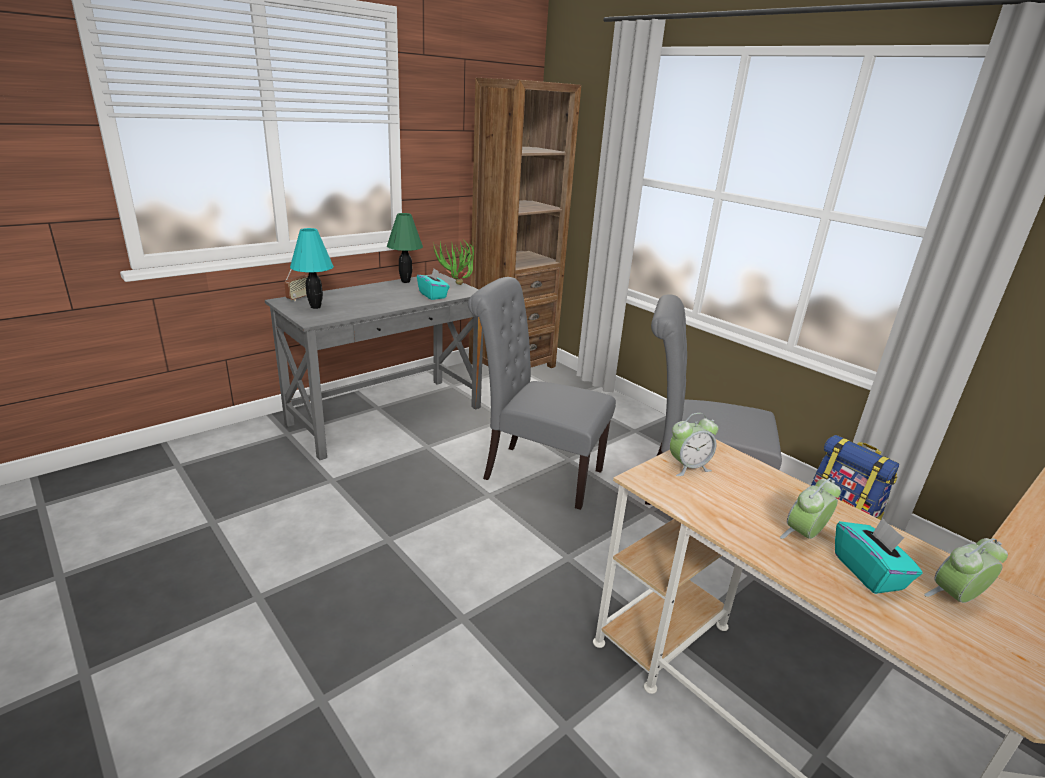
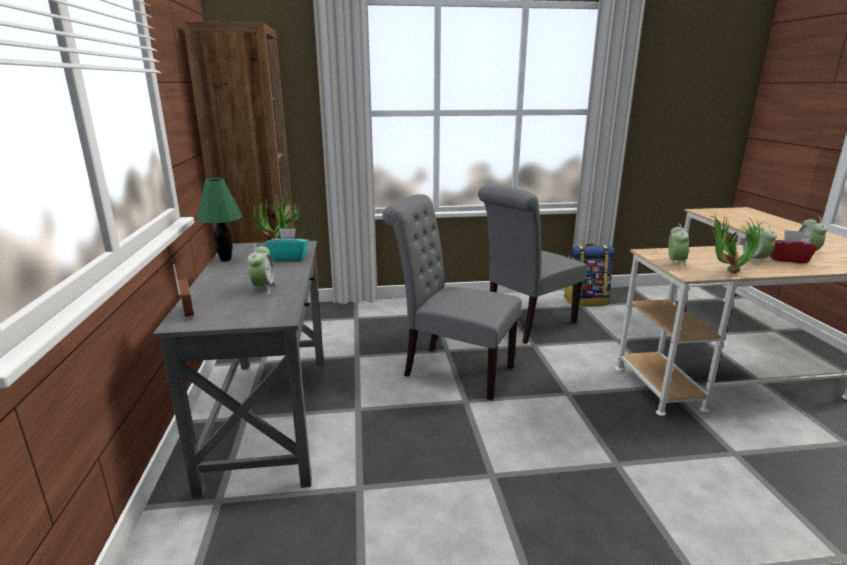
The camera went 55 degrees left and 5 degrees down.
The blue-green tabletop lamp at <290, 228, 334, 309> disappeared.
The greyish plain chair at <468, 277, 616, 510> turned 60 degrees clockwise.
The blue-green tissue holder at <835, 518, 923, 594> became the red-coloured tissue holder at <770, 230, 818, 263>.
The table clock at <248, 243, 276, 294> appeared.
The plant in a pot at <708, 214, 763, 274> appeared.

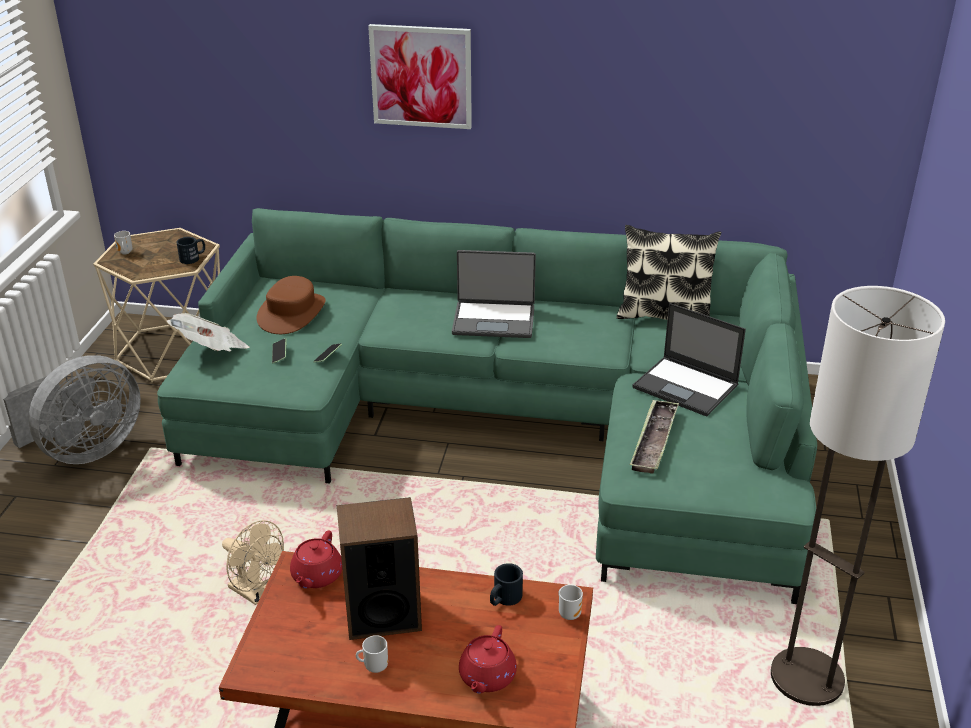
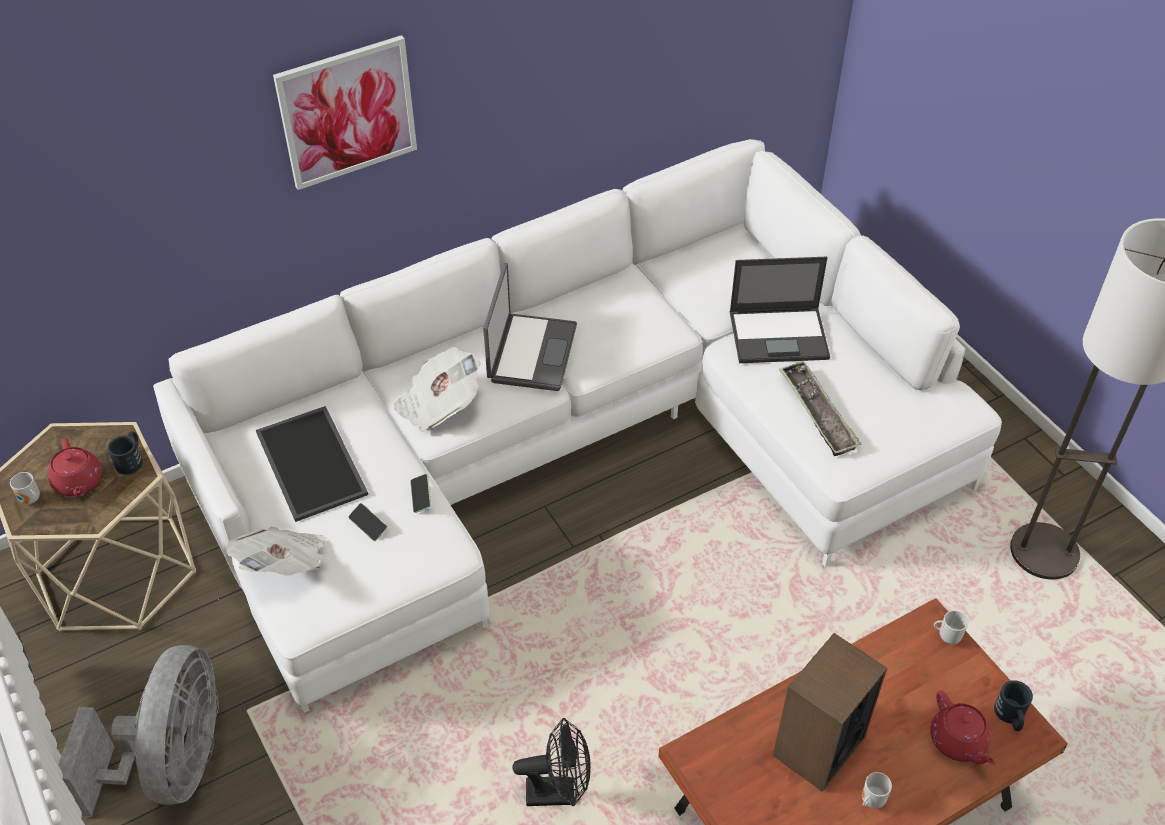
The camera went 40 degrees left and 15 degrees up.
The greenish couch at <157, 208, 817, 604> became the white couch at <153, 139, 1002, 713>.
The beige-coloured cooling fan at <222, 520, 284, 605> became the black-coloured cooling fan at <512, 718, 591, 806>.
The brownish hat at <256, 276, 326, 334> was replaced by the tray at <256, 406, 368, 522>.
The red-coloured teapot moved from <290, 531, 342, 588> to <48, 439, 102, 497>.
The laptop at <452, 250, 536, 338> turned 45 degrees counterclockwise.
The black-coloured coffee mug moved from <490, 563, 523, 606> to <994, 680, 1033, 731>.
The pillow at <616, 225, 721, 320> disappeared.
The newspaper at <394, 347, 481, 432> appeared.

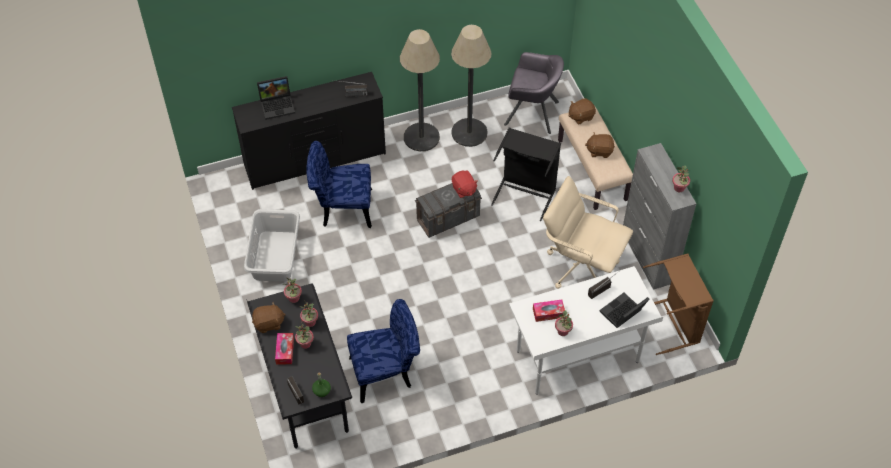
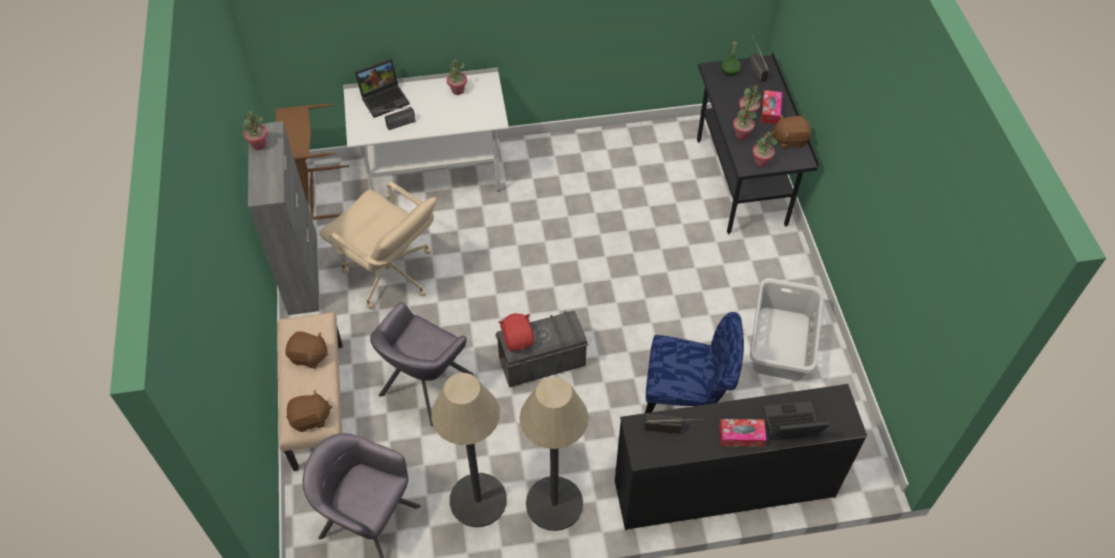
The camera went 170 degrees left and 0 degrees up.
The bluish plain chair at <347, 299, 420, 403> disappeared.
The black-coloured laundry basket at <491, 127, 561, 221> was replaced by the greyish easy chair at <370, 302, 473, 427>.
The tissue holder moved from <533, 300, 565, 322> to <719, 419, 766, 447>.

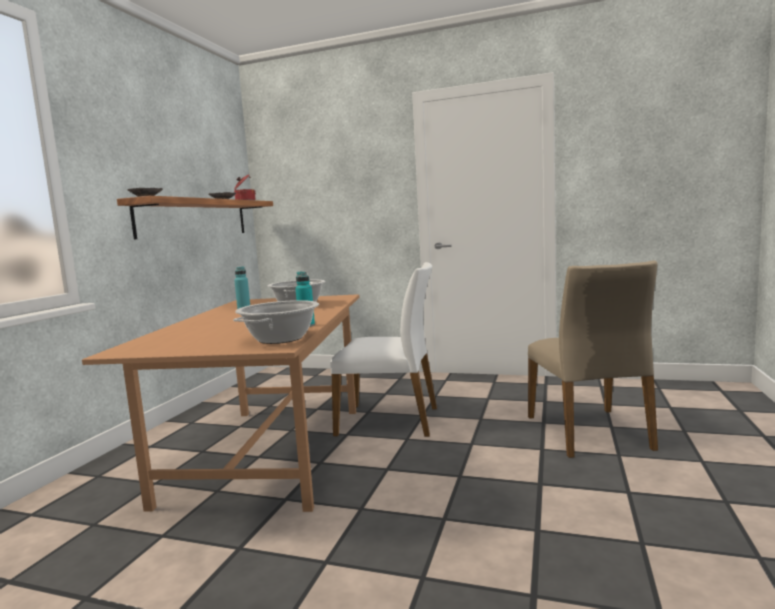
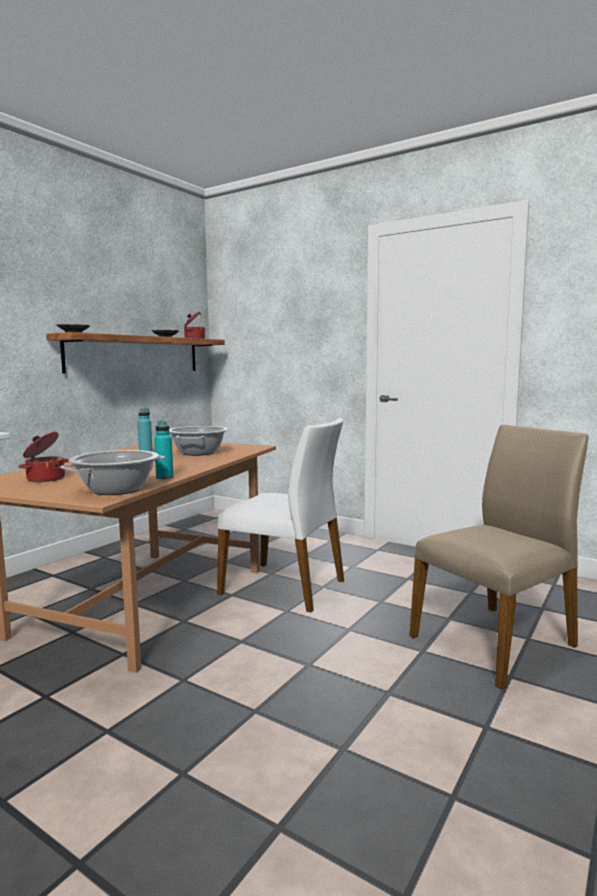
The camera went 15 degrees right and 0 degrees up.
The beige-coloured plain chair at <528, 260, 658, 458> turned 135 degrees counterclockwise.
The saucepot at <18, 432, 69, 482> appeared.

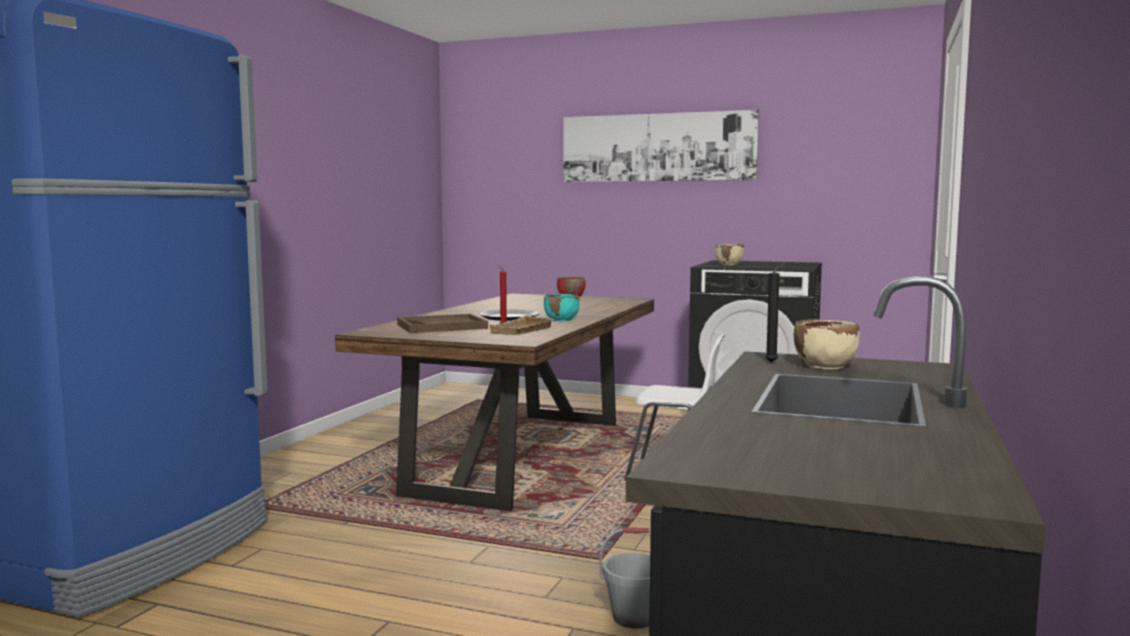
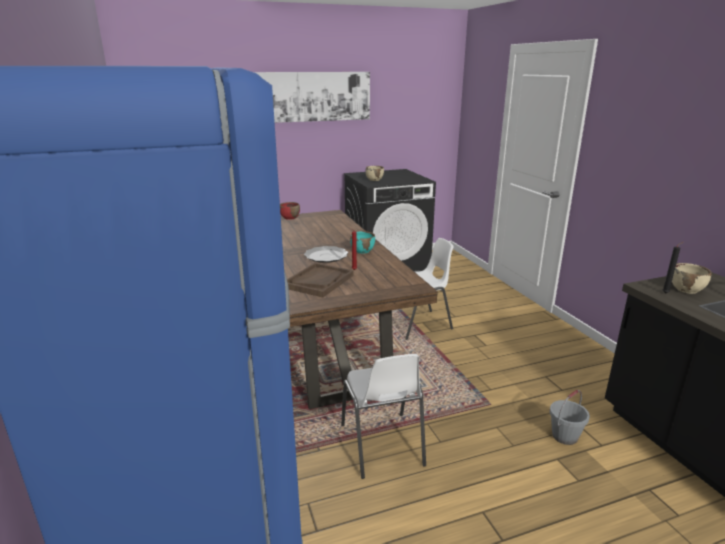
The camera went 40 degrees left and 15 degrees up.
The beige-coloured tray at <490, 315, 555, 335> disappeared.
The white plain chair at <341, 354, 426, 479> appeared.

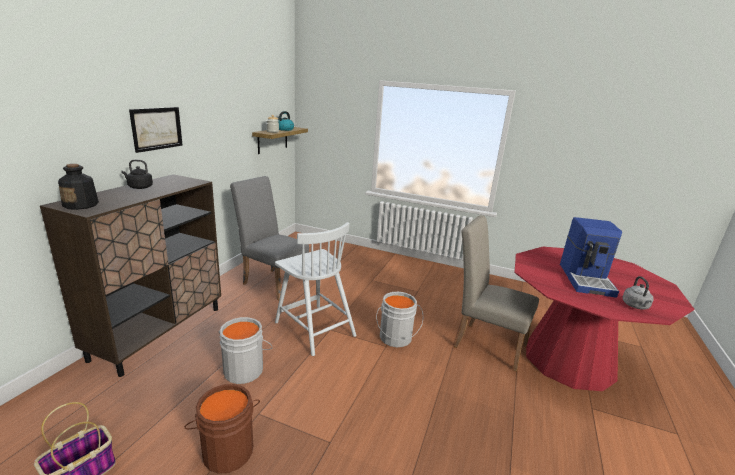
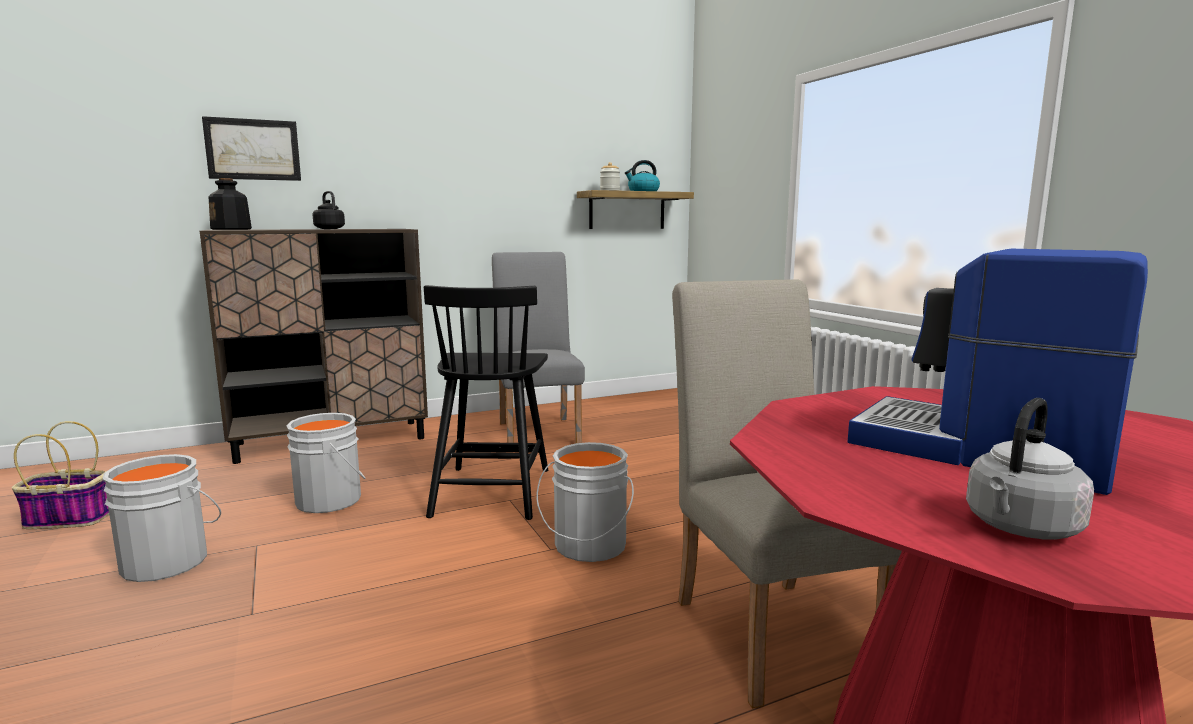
The camera went 45 degrees right and 10 degrees down.
The wall picture moved from <129, 107, 183, 153> to <202, 116, 301, 181>.
The brownish pail at <184, 384, 260, 474> became the greyish pail at <102, 454, 221, 582>.
The white plain chair at <275, 222, 356, 356> became the black-coloured plain chair at <424, 285, 548, 520>.
The coffee maker at <560, 217, 622, 298> turned 75 degrees clockwise.

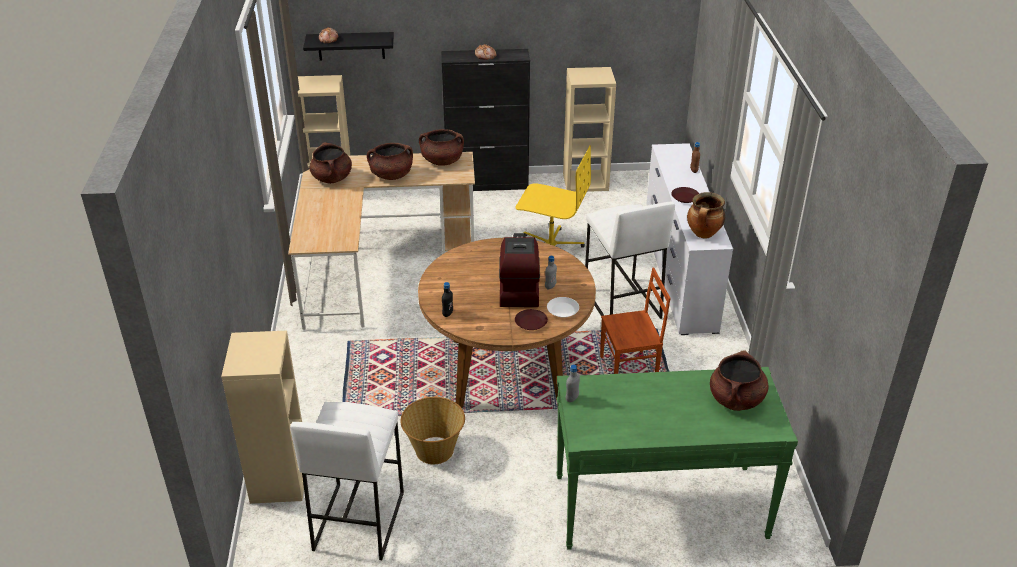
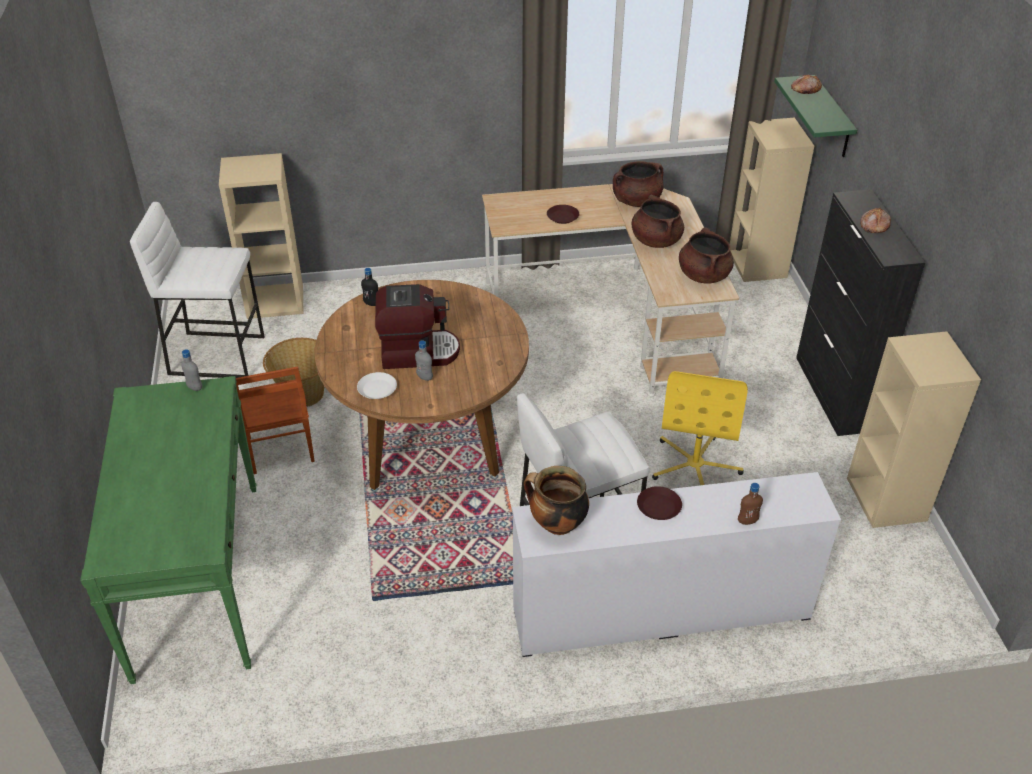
The camera went 85 degrees right and 5 degrees up.
The black-coloured shelf at <303, 32, 394, 61> became the greenish shelf at <774, 75, 857, 157>.
The brownish flat dish moved from <515, 309, 548, 330> to <547, 205, 579, 224>.
The brownish plain chair moved from <600, 268, 671, 374> to <236, 367, 315, 474>.
The brownish saucepot at <710, 350, 769, 411> disappeared.

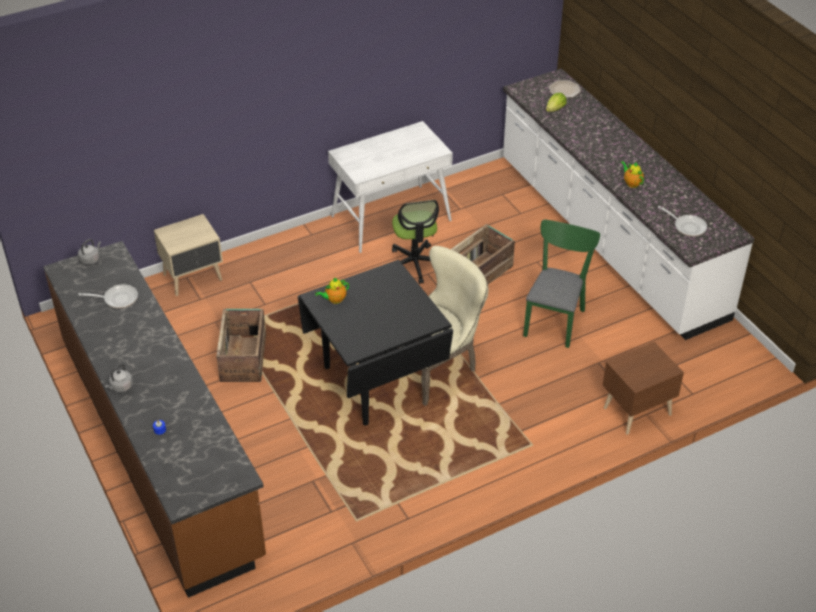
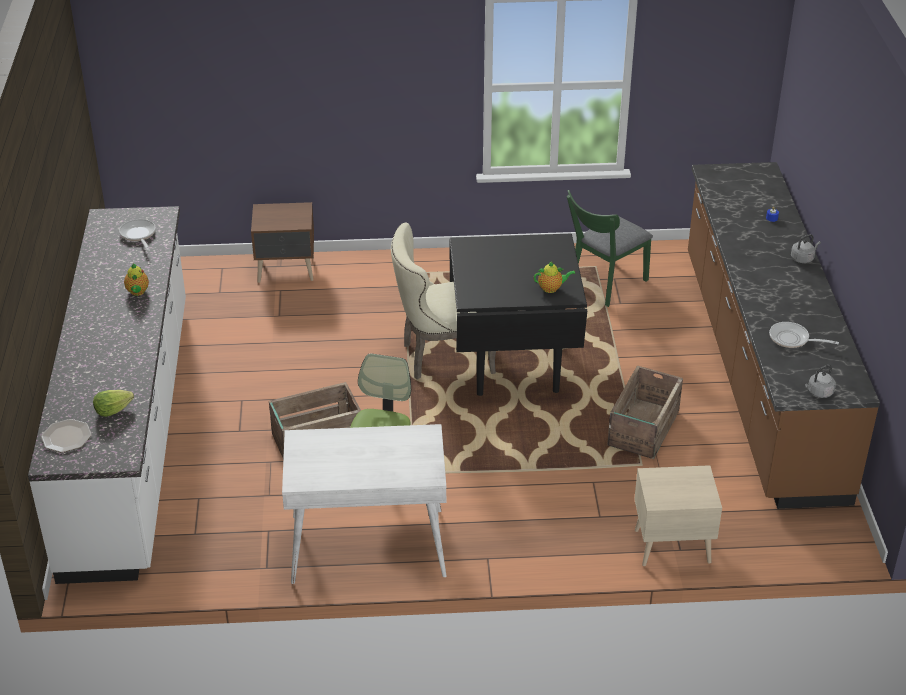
The camera went 155 degrees left and 5 degrees down.
The greenish plain chair moved from <523, 220, 600, 348> to <567, 190, 653, 307>.

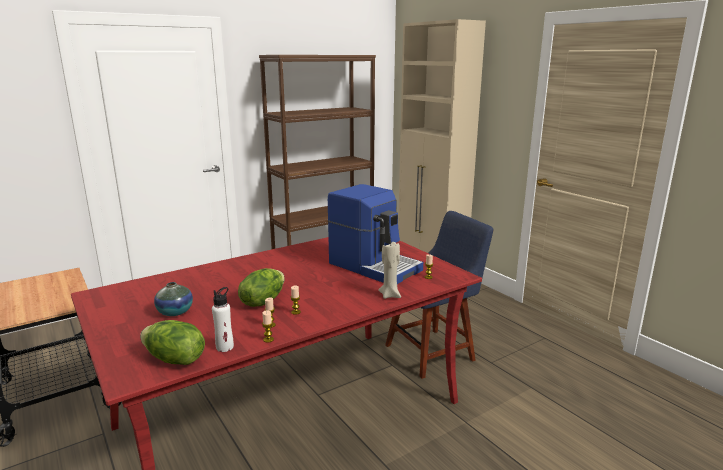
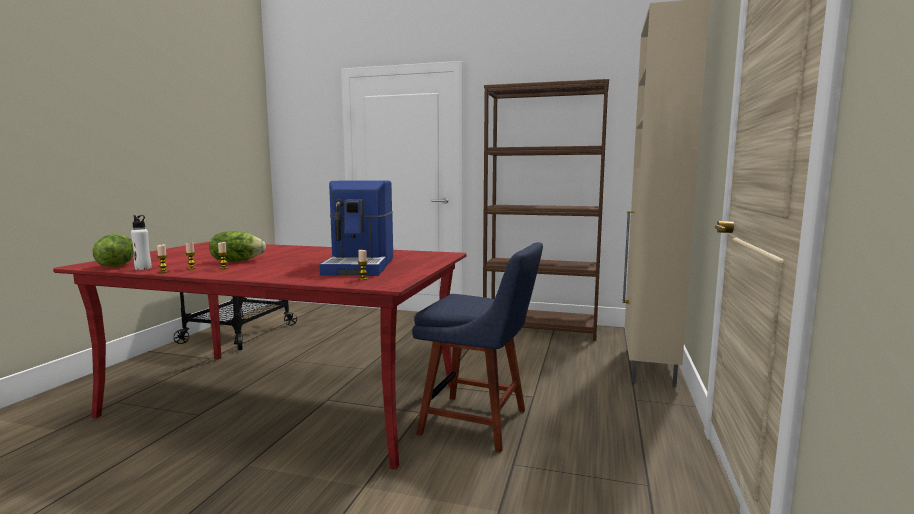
The camera went 50 degrees right and 10 degrees down.
The flower vase at <154, 282, 193, 316> disappeared.
The beige-coloured wax candle at <378, 242, 401, 299> disappeared.

